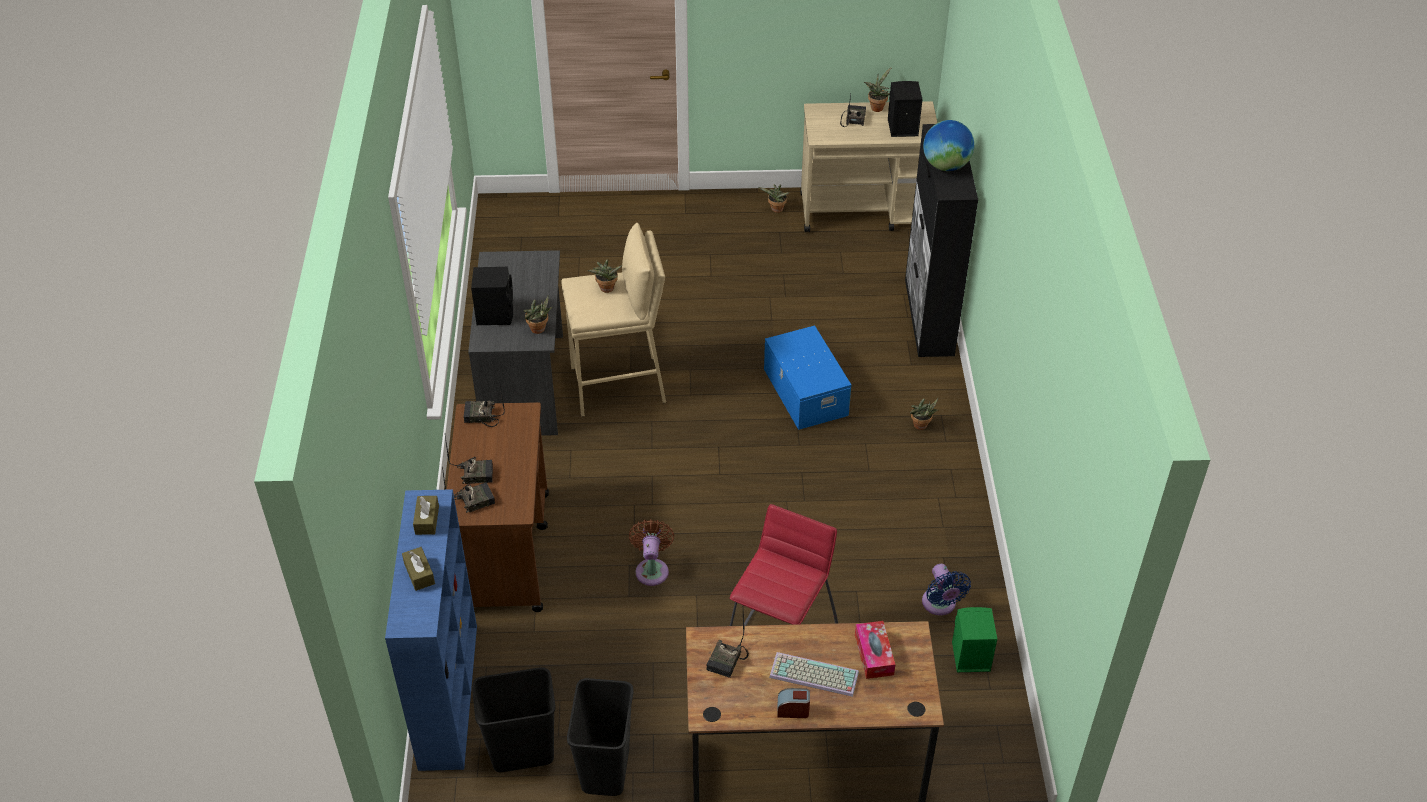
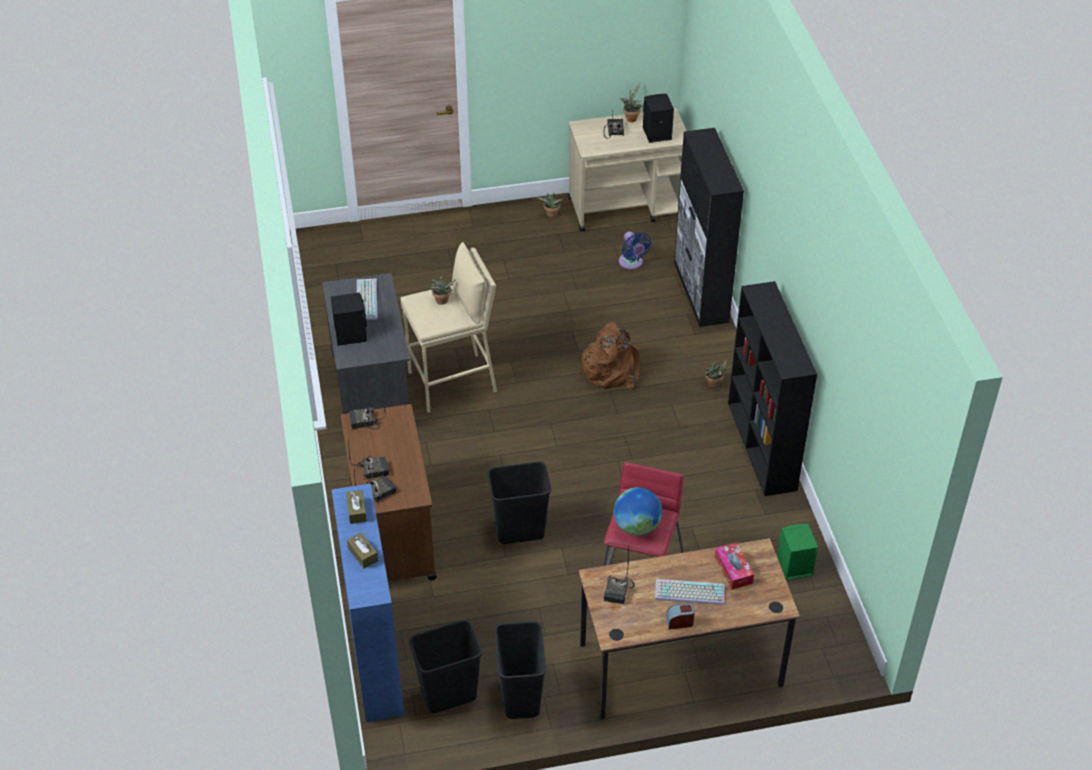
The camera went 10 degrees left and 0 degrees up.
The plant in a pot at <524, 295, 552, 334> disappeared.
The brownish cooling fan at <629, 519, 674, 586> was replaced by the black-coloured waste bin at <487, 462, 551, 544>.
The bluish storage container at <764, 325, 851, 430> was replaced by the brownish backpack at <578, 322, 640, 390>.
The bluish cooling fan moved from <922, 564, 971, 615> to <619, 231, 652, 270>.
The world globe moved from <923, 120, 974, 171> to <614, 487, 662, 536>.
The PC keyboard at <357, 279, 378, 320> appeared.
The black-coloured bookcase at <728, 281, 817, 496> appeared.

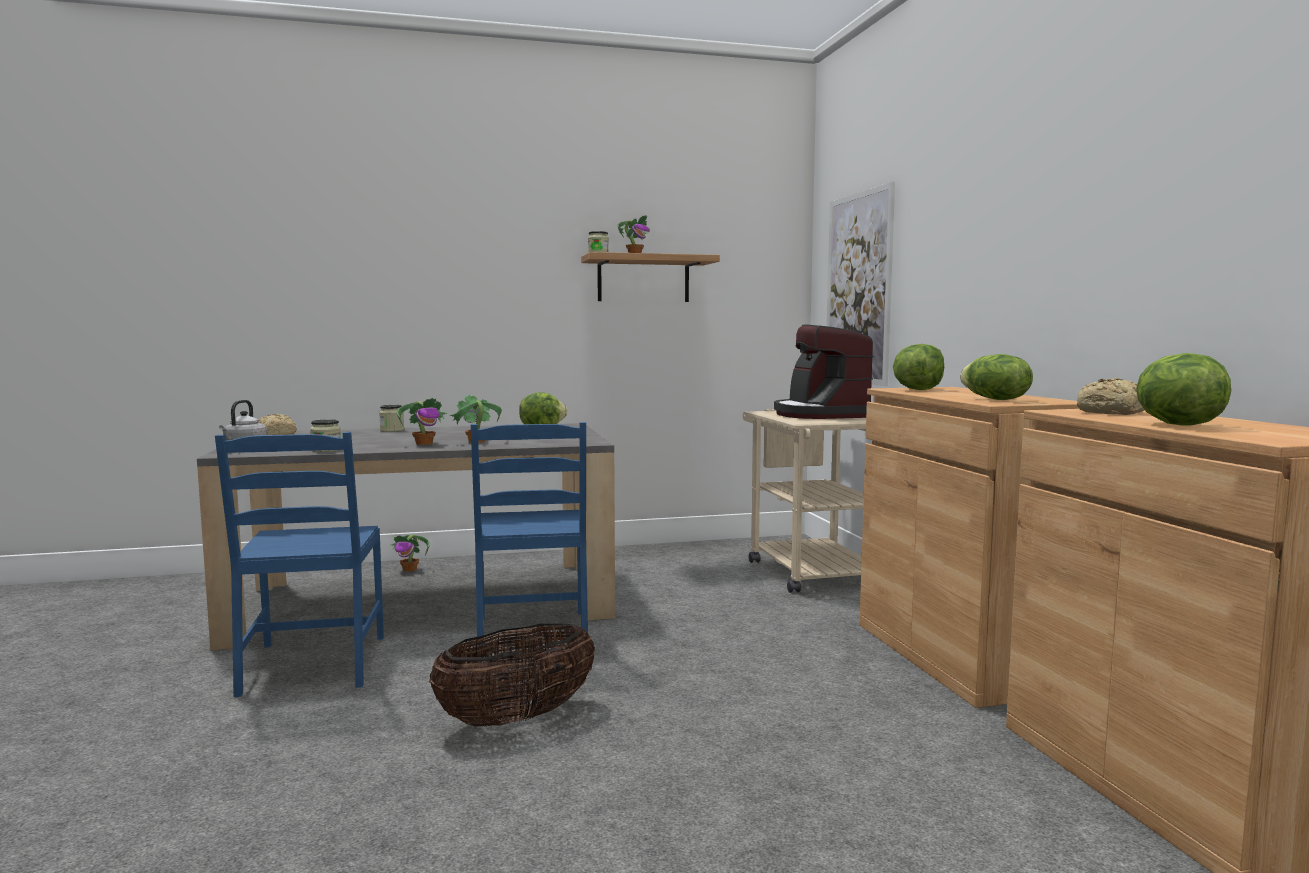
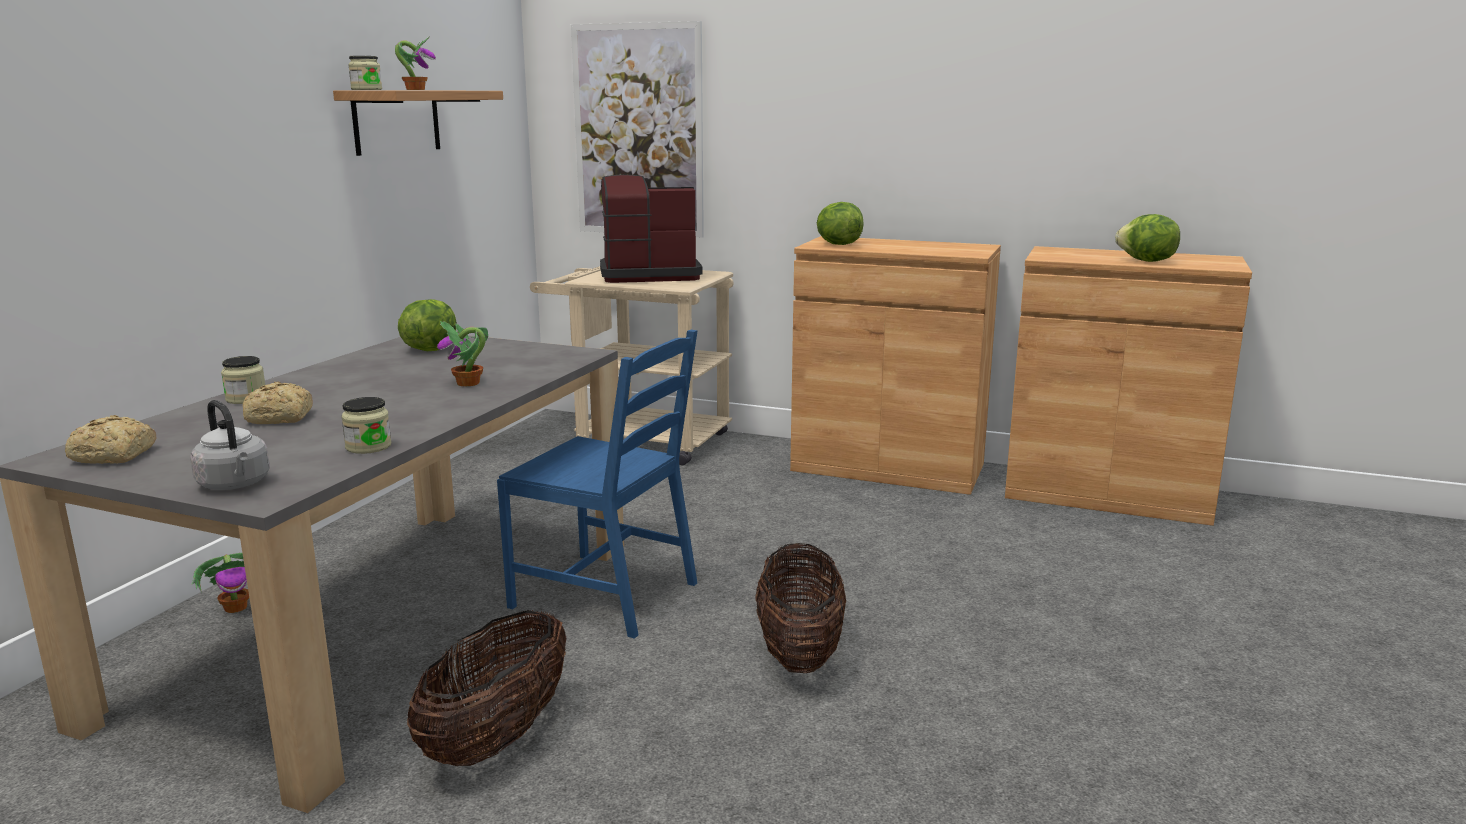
The camera went 55 degrees left and 10 degrees up.
The bluish plain chair at <215, 432, 384, 697> was replaced by the household basket at <407, 610, 566, 766>.
The plant in a pot at <397, 398, 447, 445> disappeared.
The coffee maker at <774, 325, 873, 419> turned 150 degrees clockwise.
The lettuce at <960, 354, 1033, 400> disappeared.
The bakery bread moved from <1077, 378, 1144, 415> to <243, 381, 313, 424>.

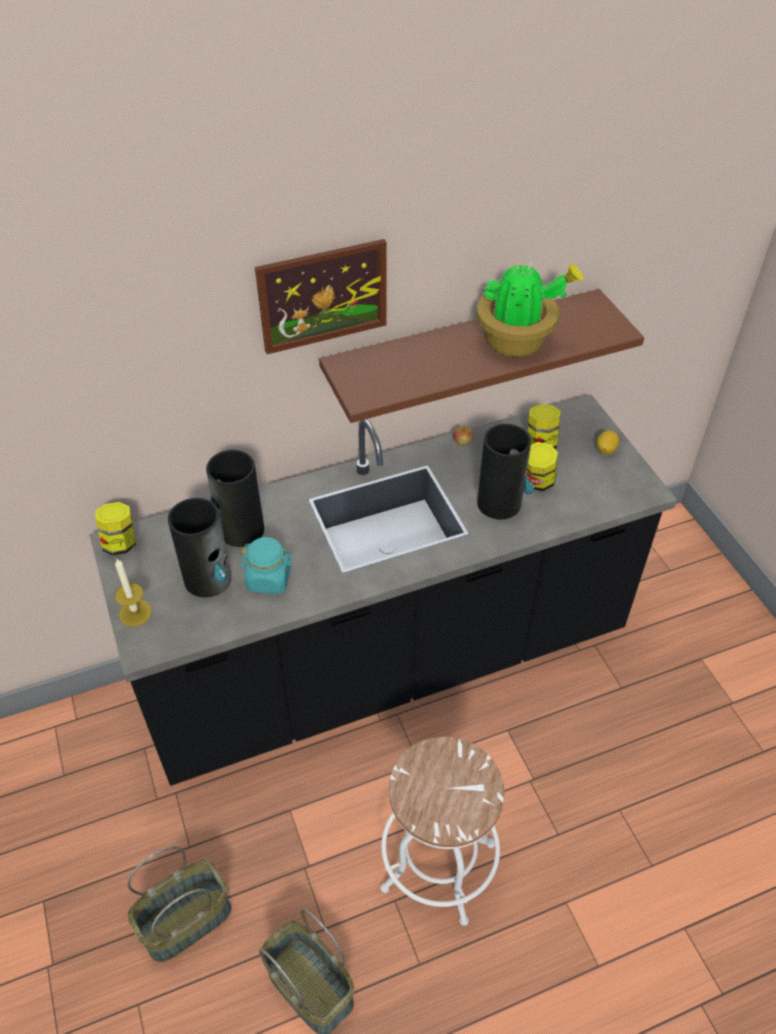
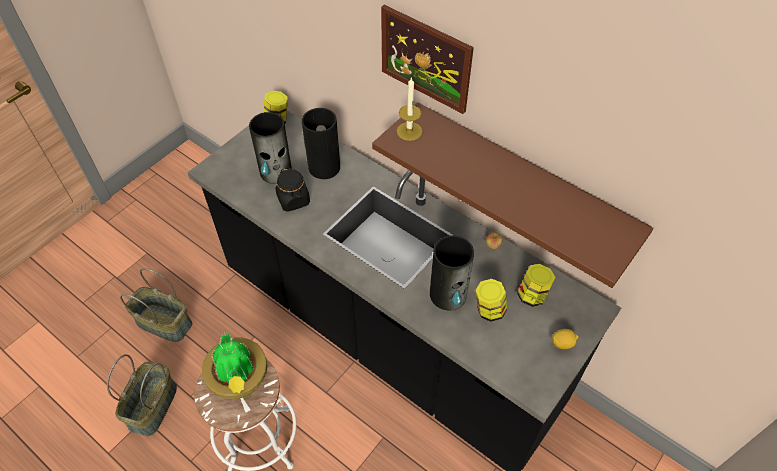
The camera went 60 degrees right and 5 degrees up.
The wax candle moved from <115, 559, 152, 627> to <397, 77, 422, 141>.
The blue-green storage jar at <240, 537, 293, 594> became the black-coloured storage jar at <275, 167, 310, 212>.
The plant in a pot moved from <476, 259, 584, 357> to <202, 332, 267, 399>.

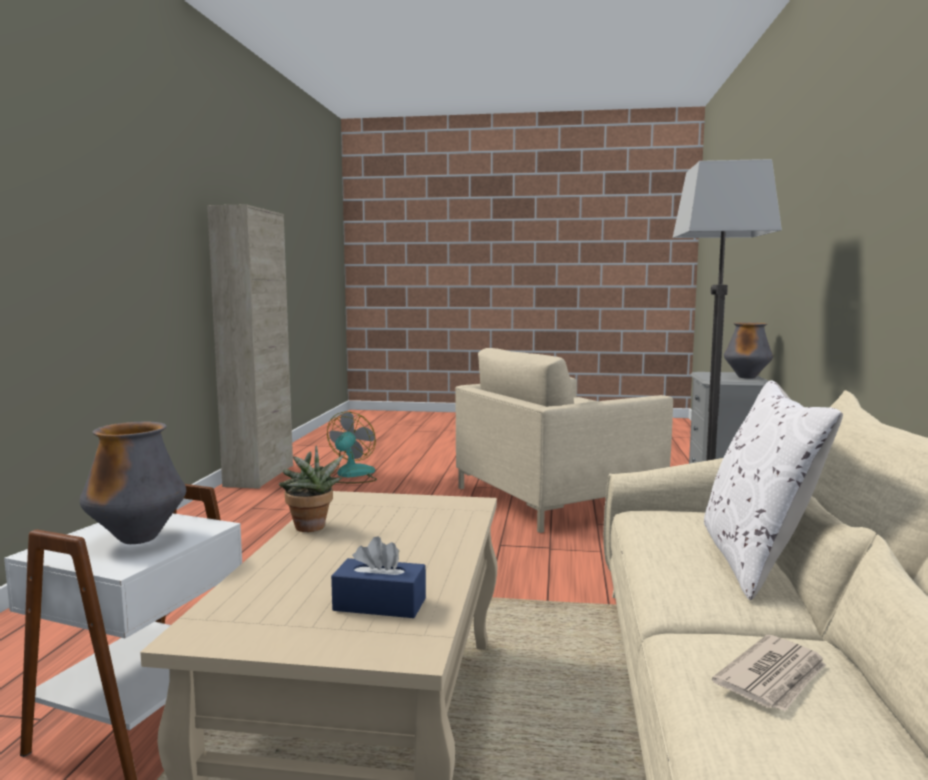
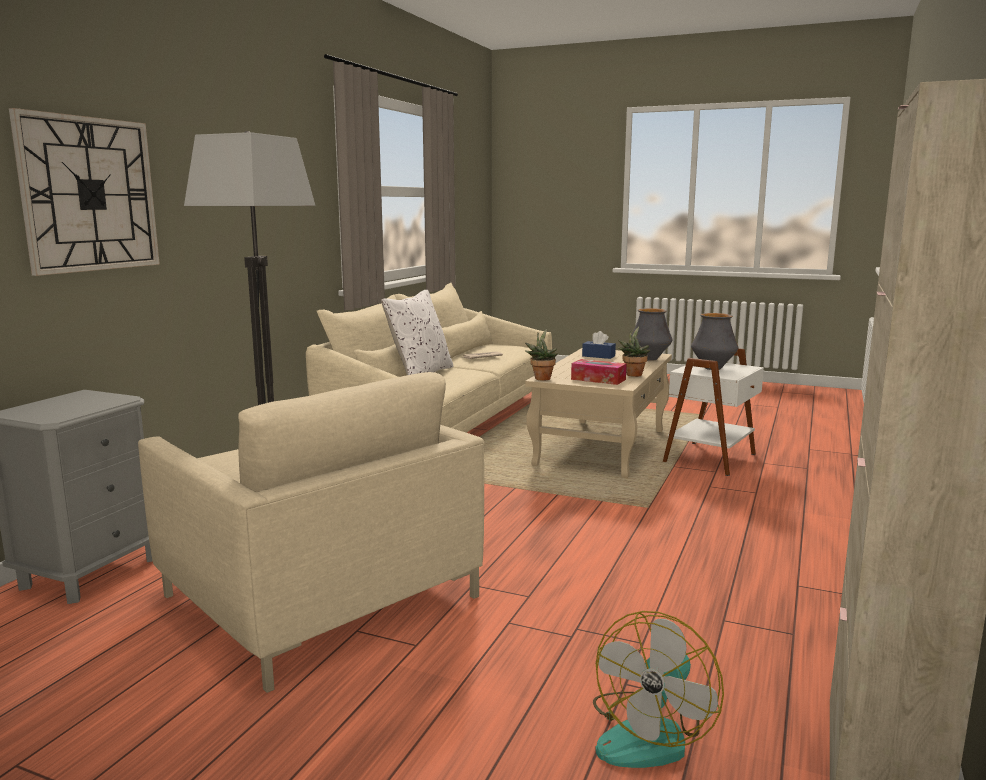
The camera went 165 degrees left and 5 degrees up.
The beige-coloured easy chair at <455, 348, 673, 533> turned 60 degrees clockwise.
The flower vase moved from <724, 322, 773, 379> to <632, 308, 672, 361>.
The wall clock at <9, 108, 160, 276> appeared.
The plant in a pot at <525, 329, 558, 381> appeared.
The tissue holder at <571, 359, 627, 385> appeared.

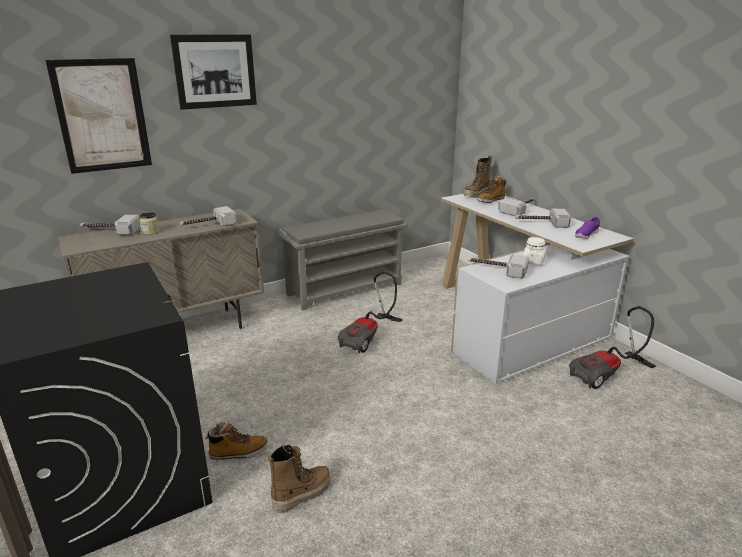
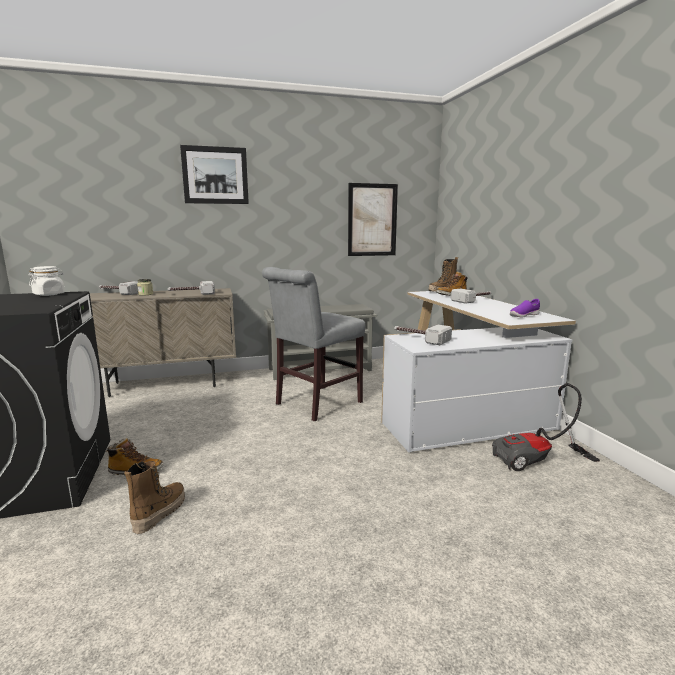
The camera went 15 degrees right and 10 degrees down.
The wall picture moved from <45, 58, 152, 174> to <348, 183, 398, 256>.
The boot at <267, 445, 330, 513> turned 45 degrees counterclockwise.
The vacuum at <338, 272, 402, 353> was replaced by the greyish plain chair at <262, 267, 365, 421>.
The tool hammer at <515, 209, 571, 228> disappeared.
The white storage jar moved from <523, 237, 546, 265> to <29, 266, 65, 296>.

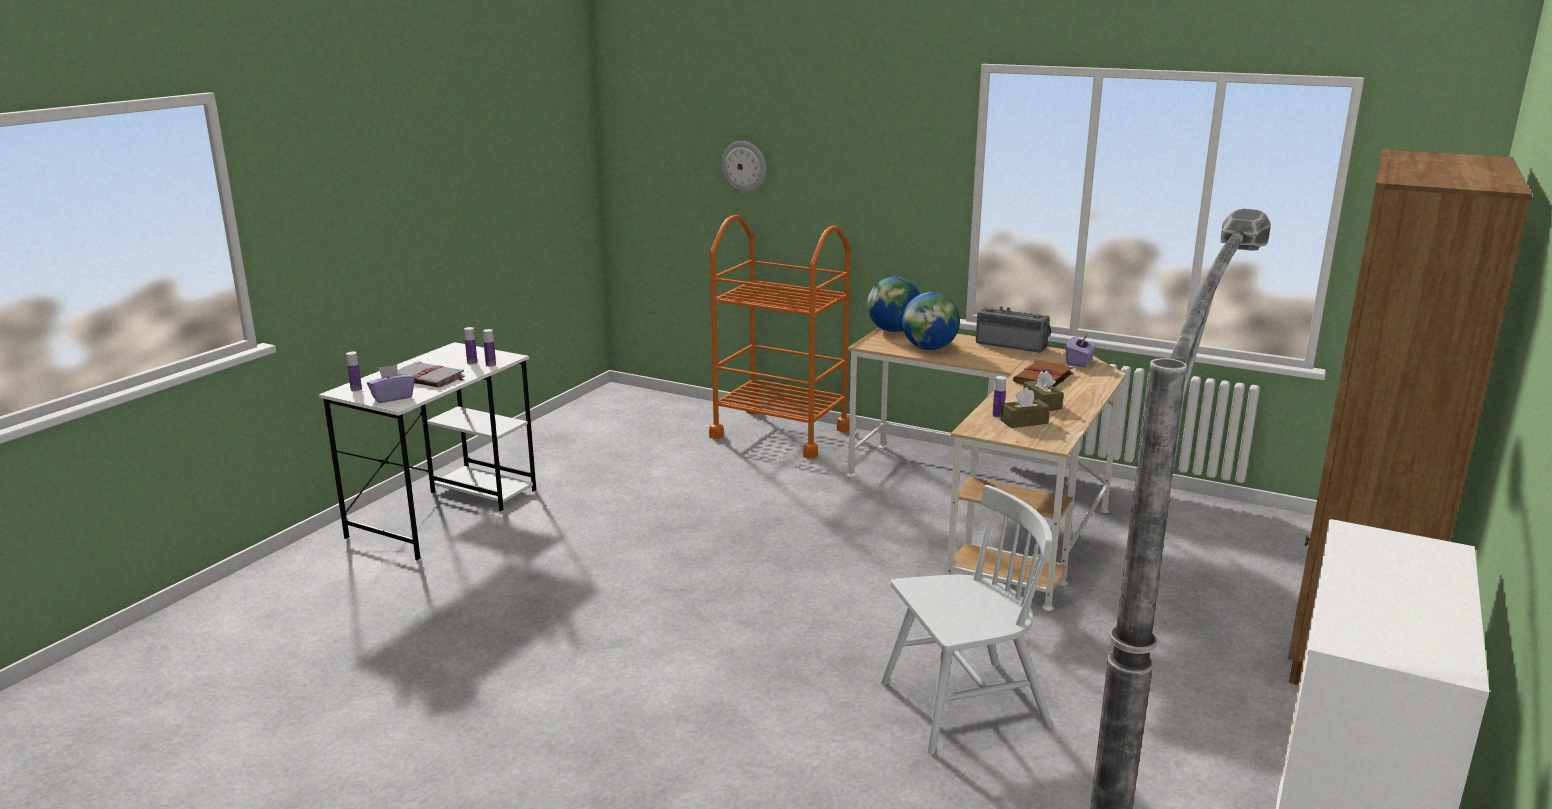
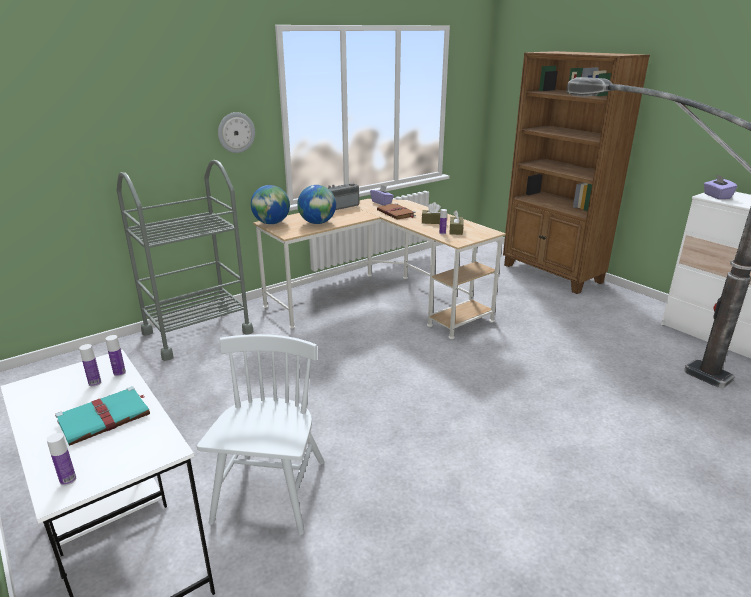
The camera went 65 degrees left and 5 degrees up.
The purplish tissue holder moved from <367, 364, 415, 403> to <704, 174, 737, 199>.
The greyish volume at <398, 361, 465, 388> became the blue-green volume at <55, 386, 150, 446>.
The orange-coloured cart at <709, 215, 850, 459> became the greyish cart at <117, 160, 253, 361>.
The wall clock moved from <721, 141, 766, 193> to <218, 112, 255, 153>.
The white plain chair moved from <881, 485, 1053, 754> to <197, 334, 324, 535>.

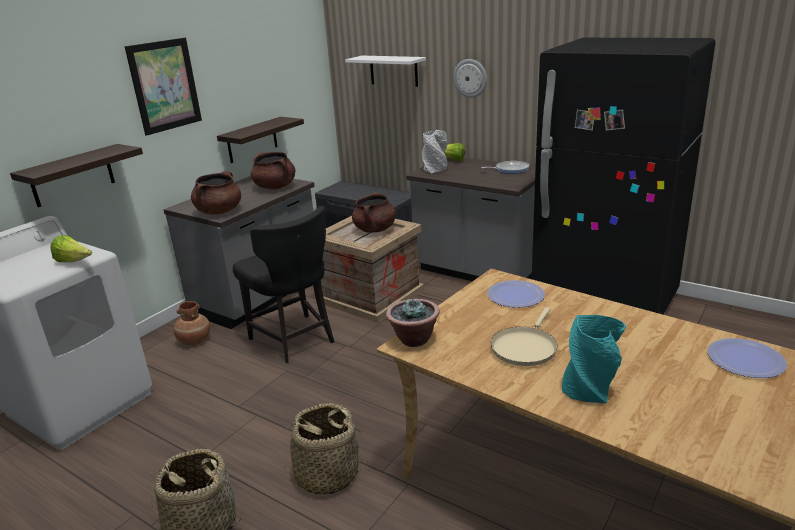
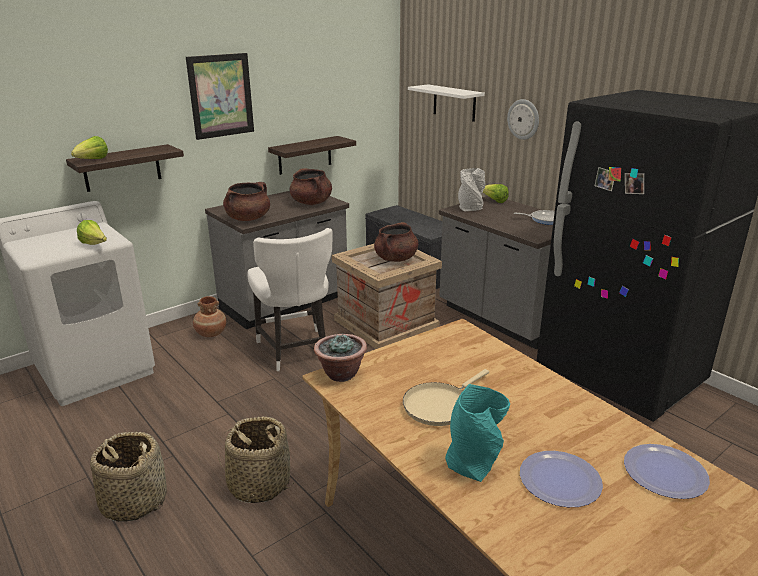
The camera went 15 degrees right and 0 degrees up.
The black-coloured plain chair at <233, 206, 335, 363> became the white plain chair at <247, 228, 333, 371>.
The flat dish moved from <487, 280, 545, 308> to <520, 451, 603, 507>.
The lettuce at <71, 136, 108, 159> appeared.

